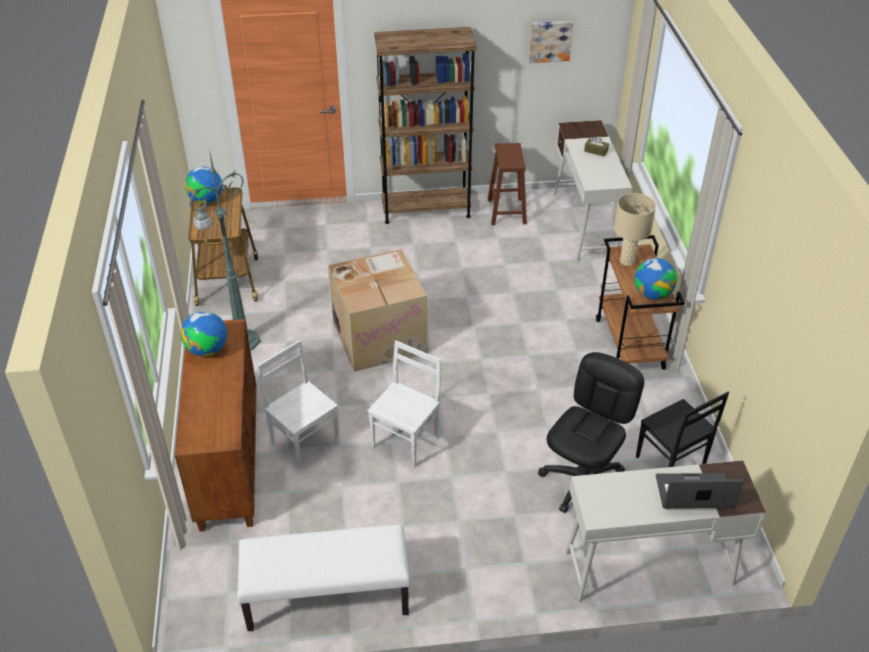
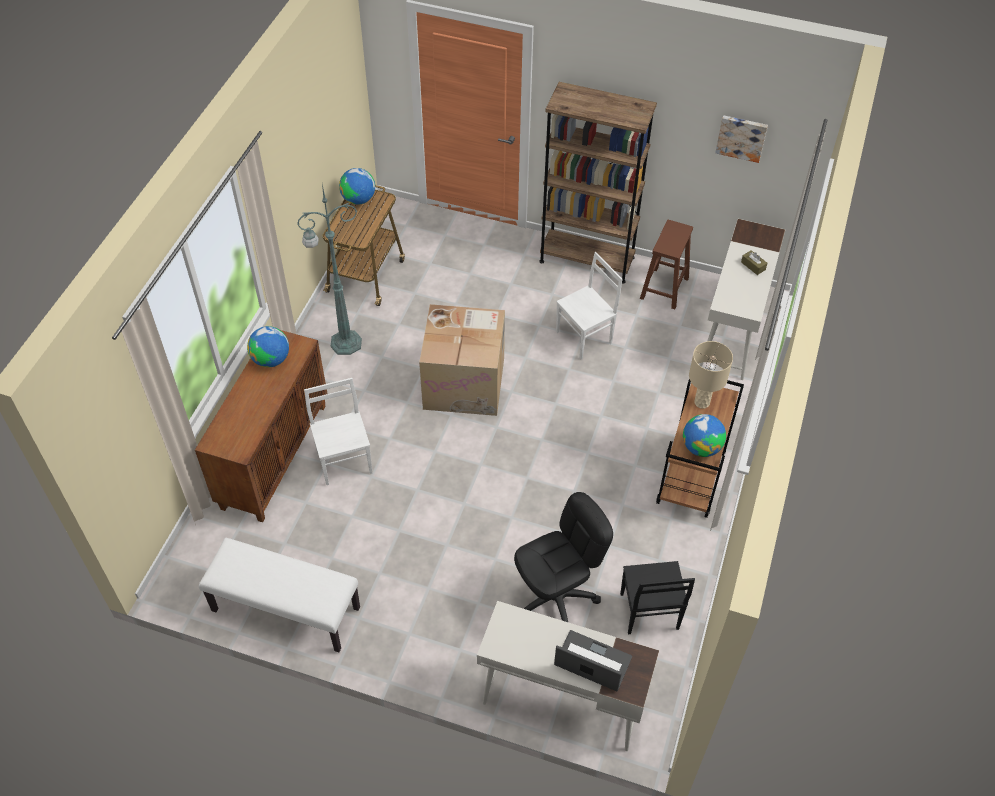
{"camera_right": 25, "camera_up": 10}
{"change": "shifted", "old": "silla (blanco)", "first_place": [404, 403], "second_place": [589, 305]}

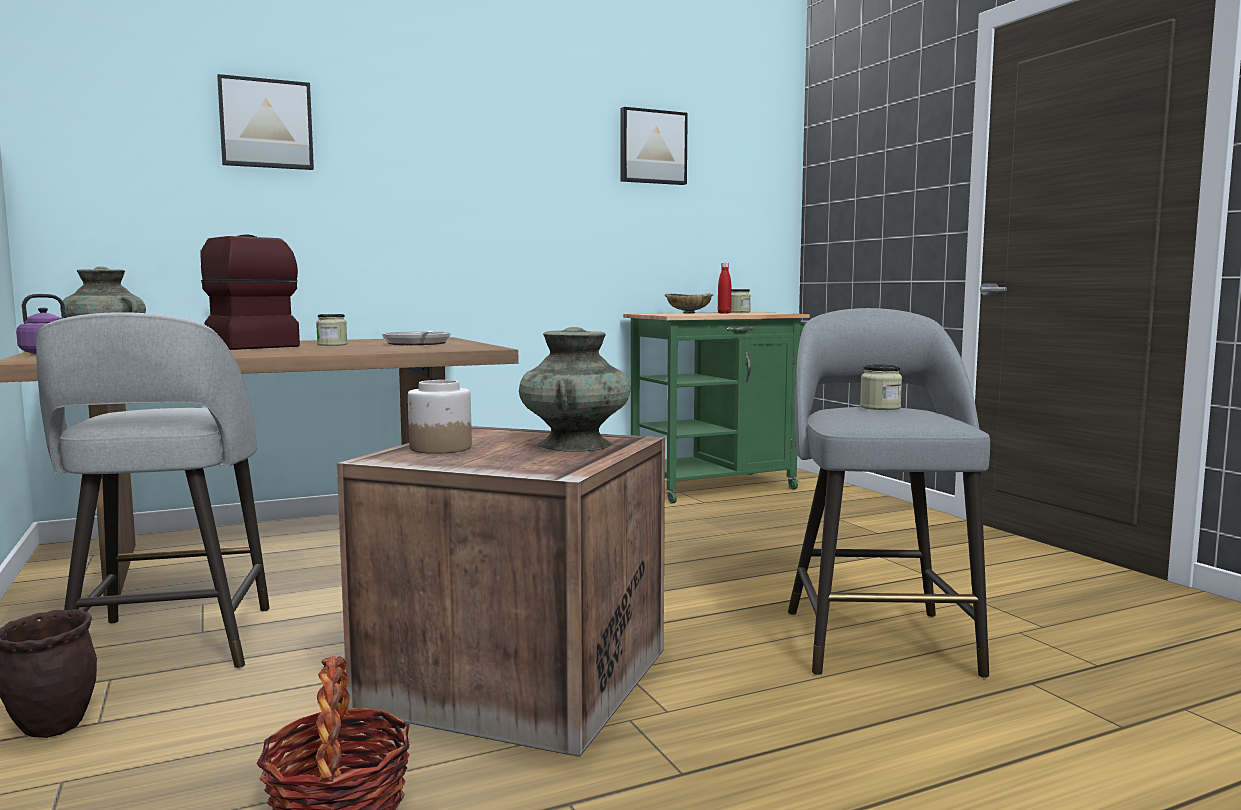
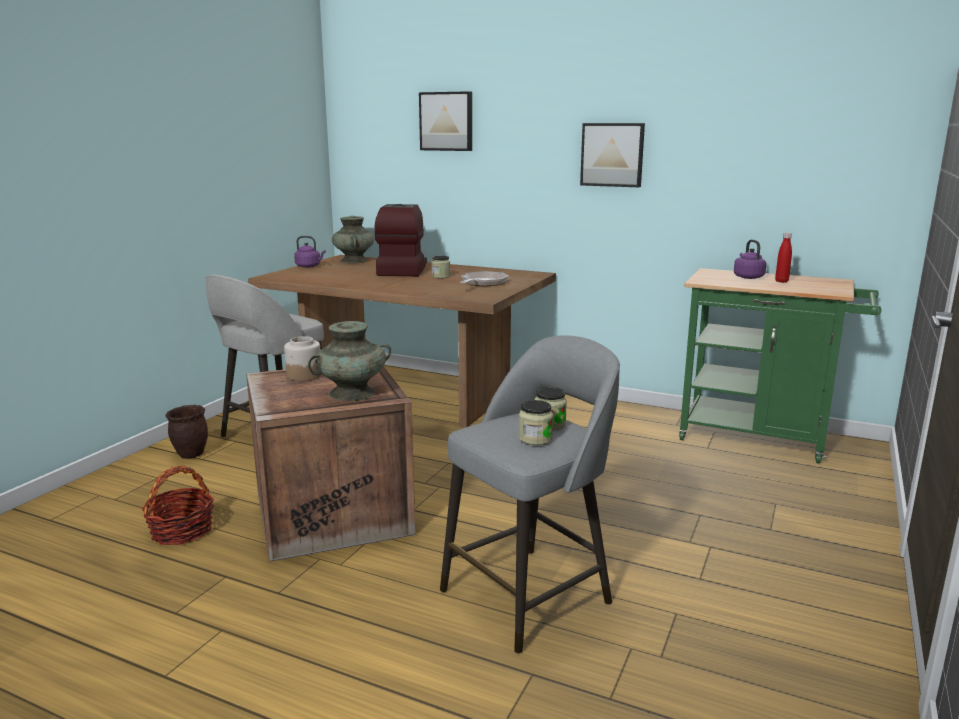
{"camera_right": 50, "camera_up": 10}
{"change": "shifted", "old": "cuadro", "first_place": [654, 146], "second_place": [612, 155]}
{"change": "shifted", "old": "tarro", "first_place": [741, 301], "second_place": [536, 422]}
{"change": "swapped", "old": "cuenco (beis)", "new": "hervidor (morado)", "first_place": [689, 303], "second_place": [750, 259]}

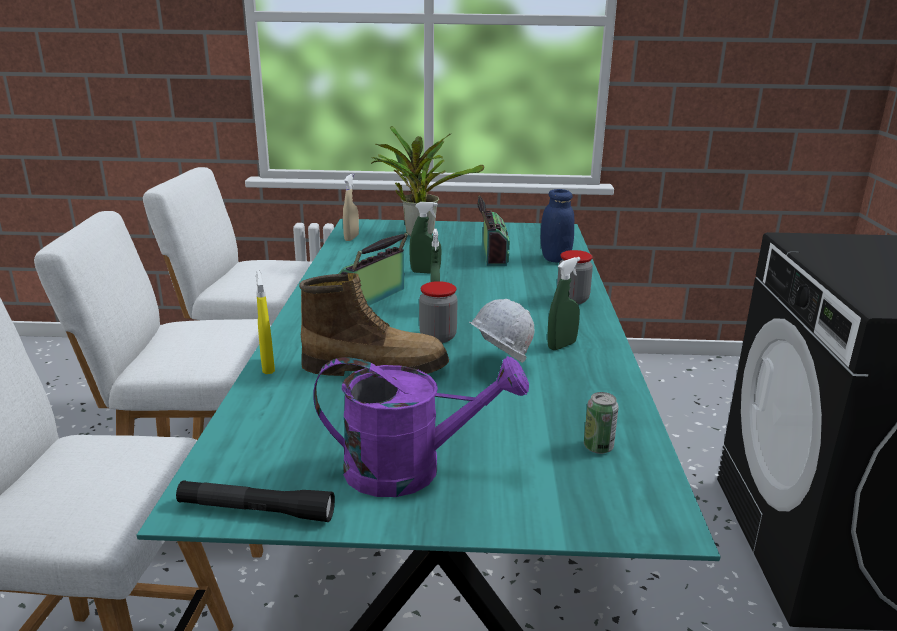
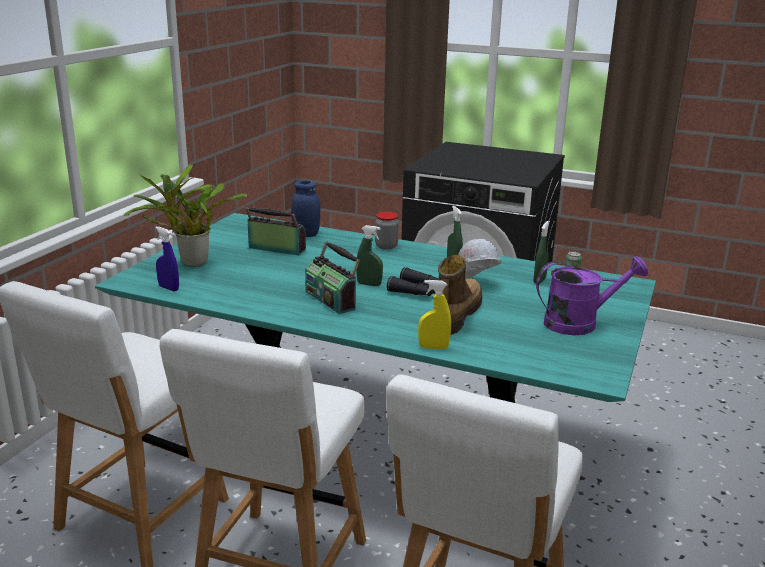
{"camera_right": -70, "camera_up": 0}
{"change": "repainted", "old": "pulverizador (beis)", "new": "pulverizador (azul)", "first_place": [351, 207], "second_place": [167, 258]}
{"change": "shifted", "old": "pulverizador (verde)", "first_place": [425, 238], "second_place": [542, 252]}
{"change": "swapped", "old": "tarro", "new": "prismáticos (negro)", "first_place": [438, 312], "second_place": [413, 281]}
{"change": "rotated", "old": "regadera (morado)", "first_place": [421, 426], "second_place": [592, 295], "degrees": 60}
{"change": "gone", "old": "linterna (negro)", "first_place": [255, 501]}

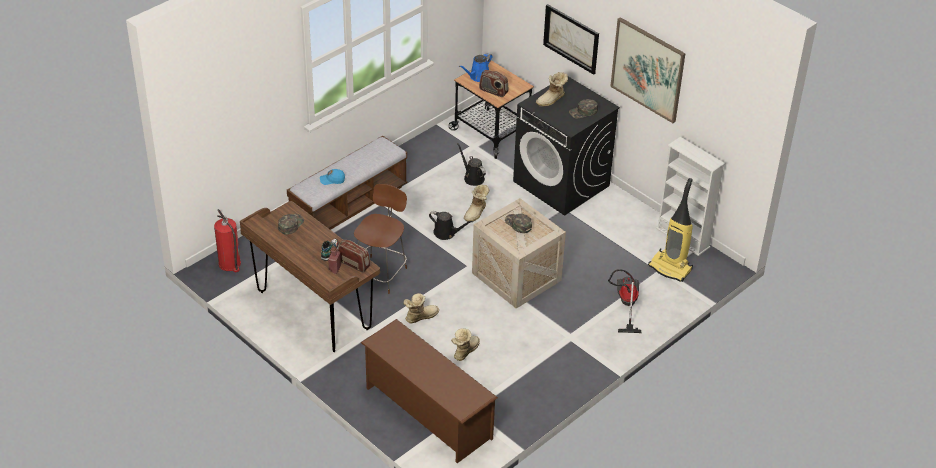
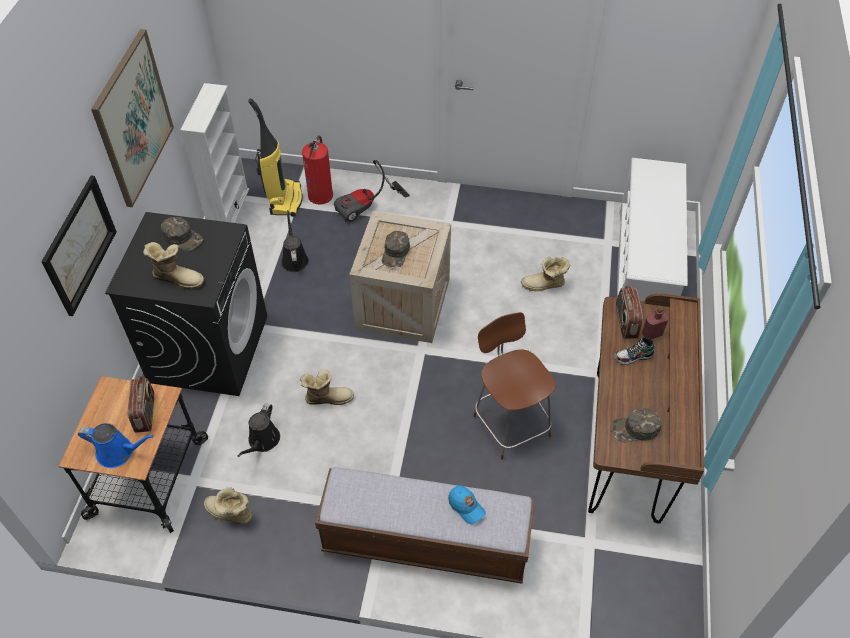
{"camera_right": -125, "camera_up": 10}
{"change": "rotated", "old": "silla (marrón)", "first_place": [380, 239], "second_place": [514, 386], "degrees": 75}
{"change": "shifted", "old": "extintor", "first_place": [227, 240], "second_place": [317, 169]}
{"change": "shifted", "old": "regadera (negro)", "first_place": [451, 225], "second_place": [295, 241]}
{"change": "shifted", "old": "bota", "first_place": [421, 308], "second_place": [228, 505]}
{"change": "repainted", "old": "zapatero (marrón)", "new": "zapatero (blanco)", "first_place": [429, 391], "second_place": [652, 229]}

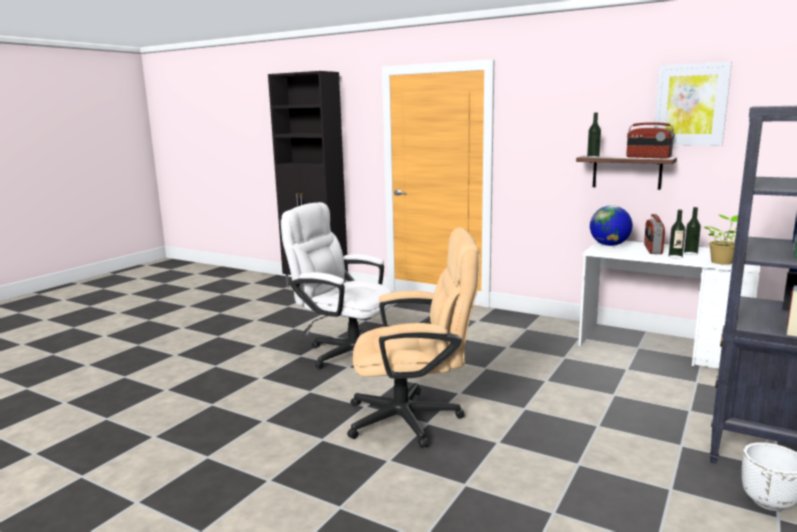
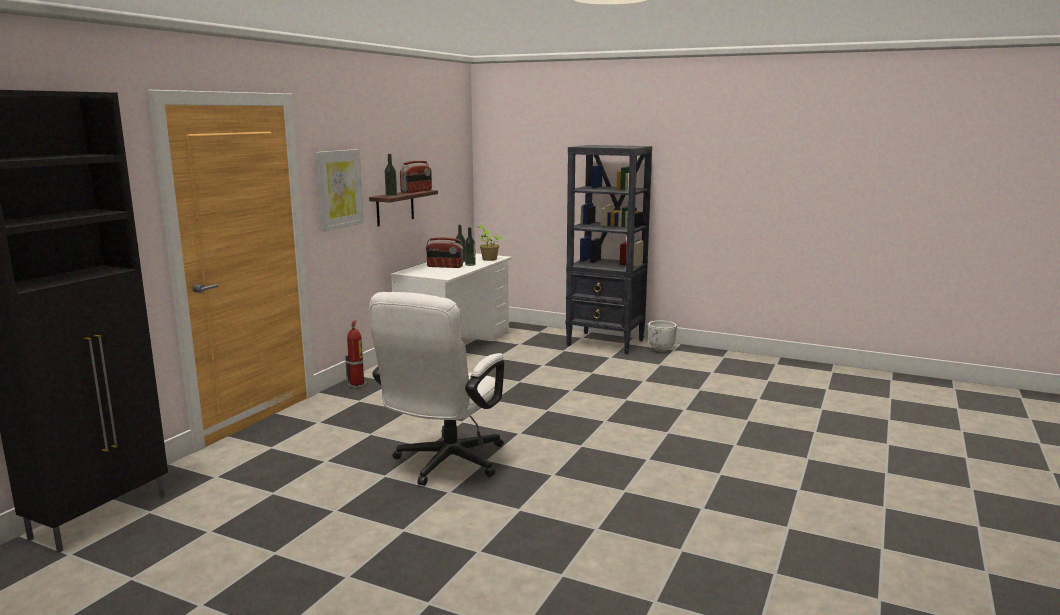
{"camera_right": -95, "camera_up": 0}
{"change": "shifted", "old": "cuadro", "first_place": [693, 104], "second_place": [340, 190]}
{"change": "gone", "old": "globo terráqueo", "first_place": [611, 225]}
{"change": "gone", "old": "silla de oficina (beis)", "first_place": [413, 338]}
{"change": "new", "new": "extintor", "second_place": [356, 354]}

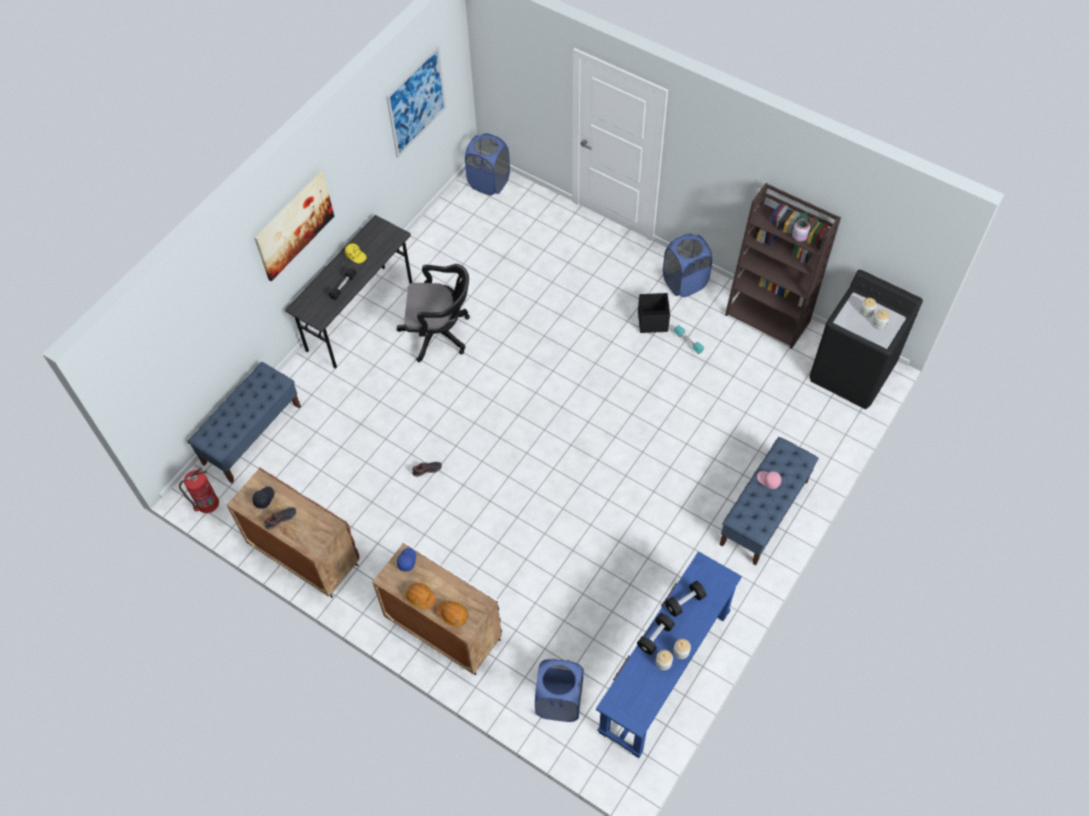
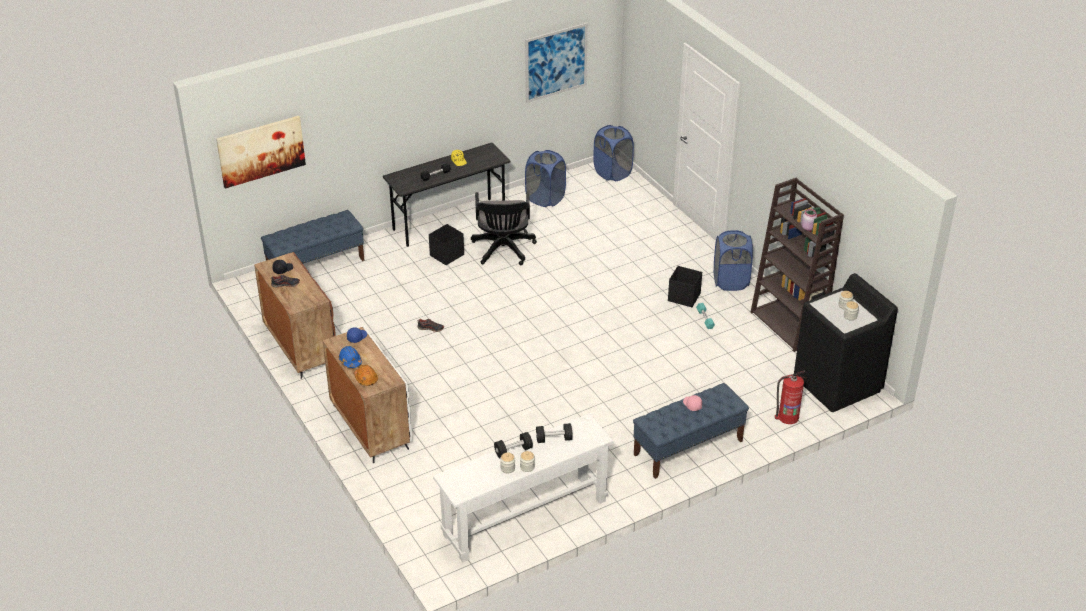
{"camera_right": 25, "camera_up": -20}
{"change": "shifted", "old": "cuadro", "first_place": [294, 226], "second_place": [261, 152]}
{"change": "rotated", "old": "silla de oficina (negro)", "first_place": [433, 313], "second_place": [504, 228], "degrees": 60}
{"change": "shifted", "old": "extintor", "first_place": [199, 490], "second_place": [791, 397]}
{"change": "repainted", "old": "mesa consola (azul)", "new": "mesa consola (blanco)", "first_place": [669, 654], "second_place": [523, 487]}
{"change": "repainted", "old": "casco (naranja)", "new": "casco (azul)", "first_place": [420, 596], "second_place": [350, 357]}
{"change": "shifted", "old": "cesto de la ropa (azul)", "first_place": [559, 690], "second_place": [545, 178]}
{"change": "new", "new": "caja de almacenaje (negro)", "second_place": [446, 244]}

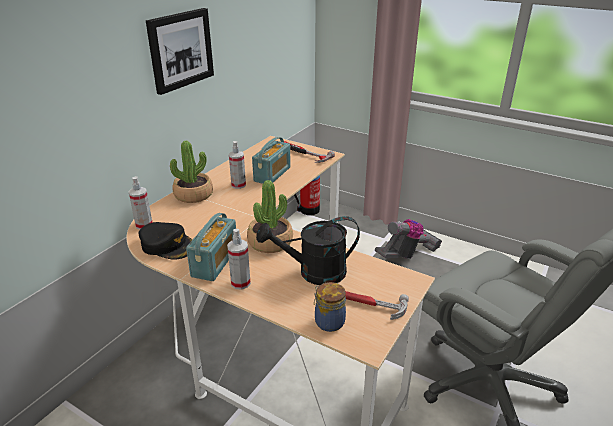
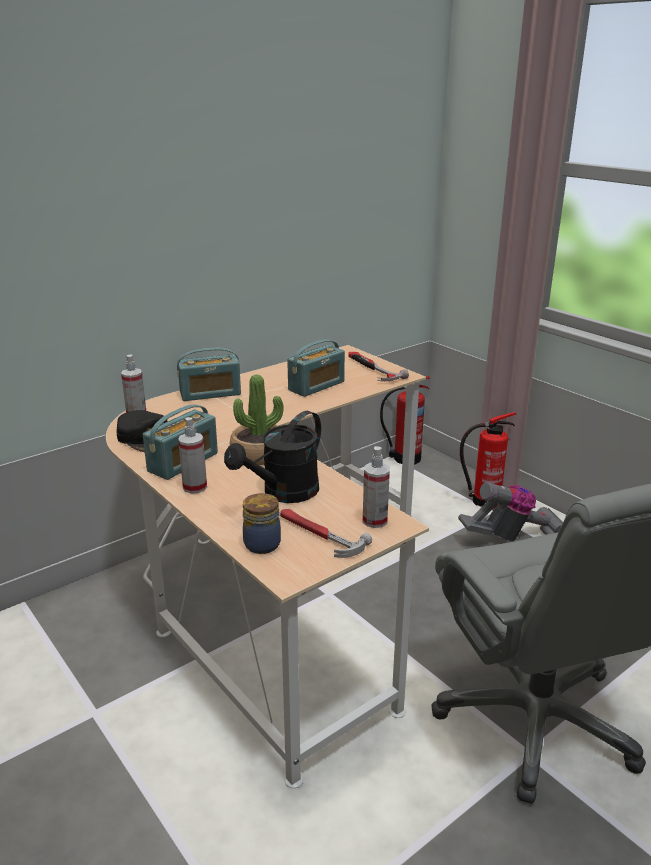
{"camera_right": 20, "camera_up": -5}
{"change": "gone", "old": "cuadro", "first_place": [180, 51]}
{"change": "swapped", "old": "planta en maceta", "new": "radio", "first_place": [191, 172], "second_place": [209, 374]}
{"change": "shifted", "old": "pulverizador", "first_place": [237, 165], "second_place": [376, 487]}
{"change": "rotated", "old": "regadera (negro)", "first_place": [308, 250], "second_place": [272, 457], "degrees": -60}
{"change": "new", "new": "extintor", "second_place": [488, 459]}

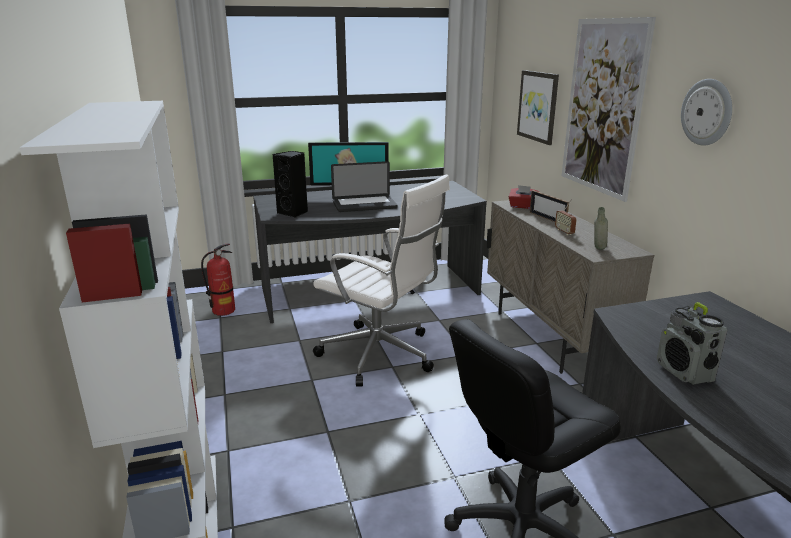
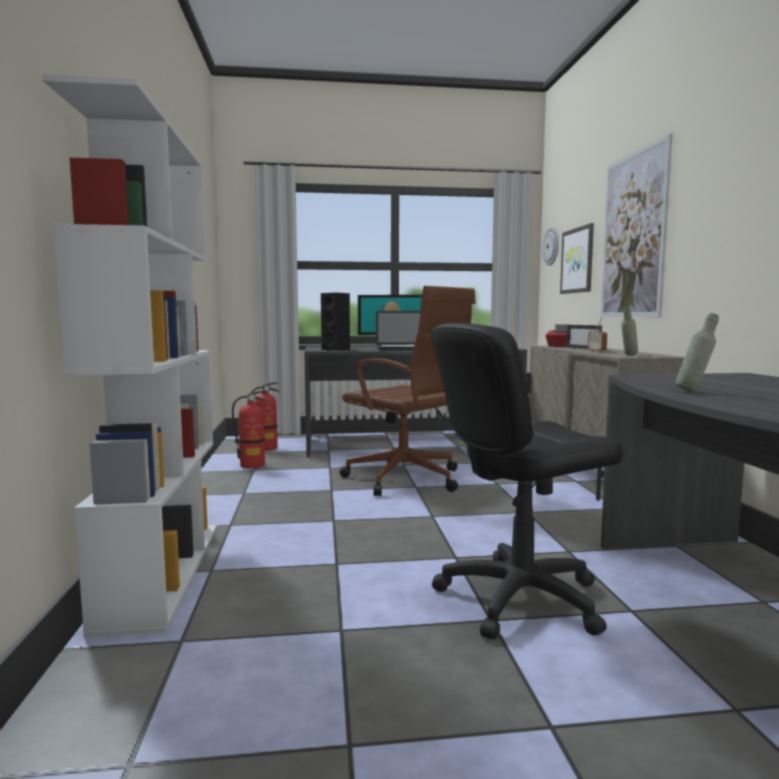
{"camera_right": 10, "camera_up": -15}
{"change": "shifted", "old": "reloj de pared", "first_place": [706, 112], "second_place": [551, 246]}
{"change": "repainted", "old": "silla de oficina (blanco)", "new": "silla de oficina (marrón)", "first_place": [381, 280], "second_place": [407, 391]}
{"change": "swapped", "old": "radio", "new": "botella (gris)", "first_place": [692, 343], "second_place": [697, 352]}
{"change": "new", "new": "extintor", "second_place": [250, 430]}

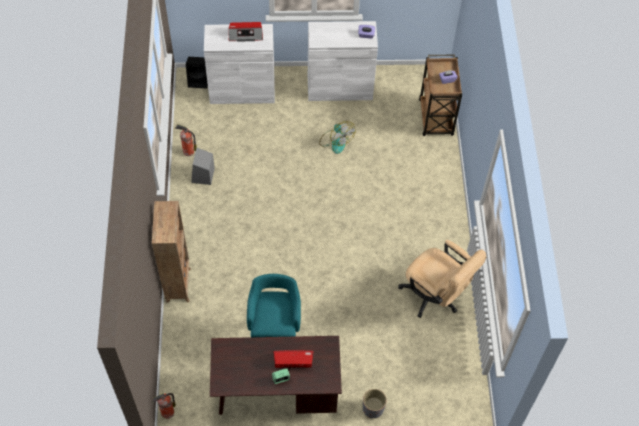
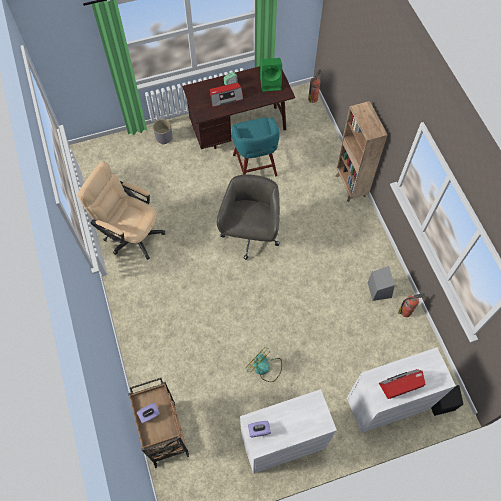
{"camera_right": 165, "camera_up": 5}
{"change": "new", "new": "altavoz (verde)", "second_place": [271, 75]}
{"change": "new", "new": "silla de oficina (gris)", "second_place": [248, 217]}

